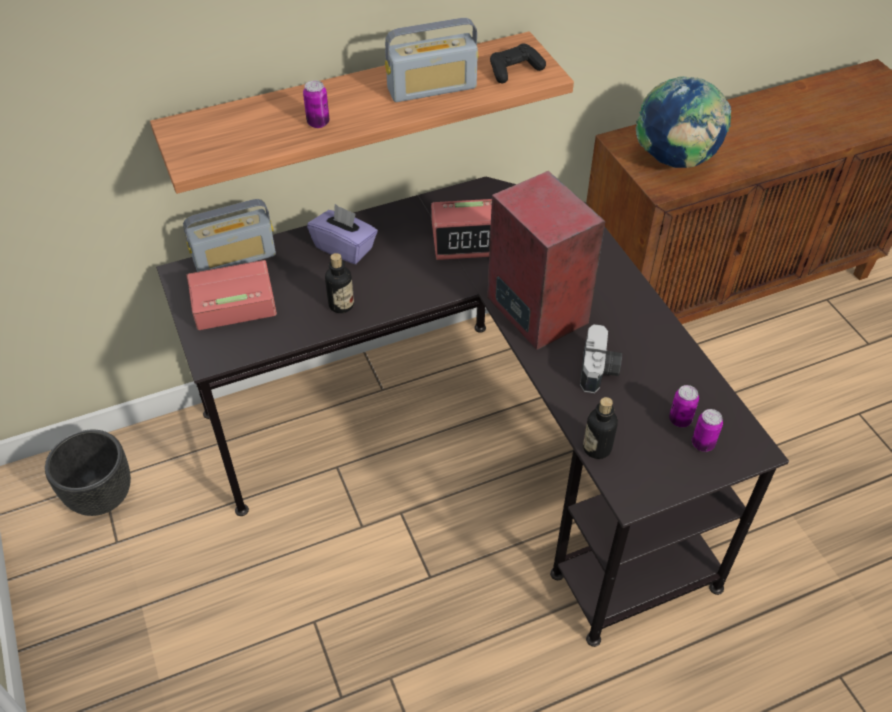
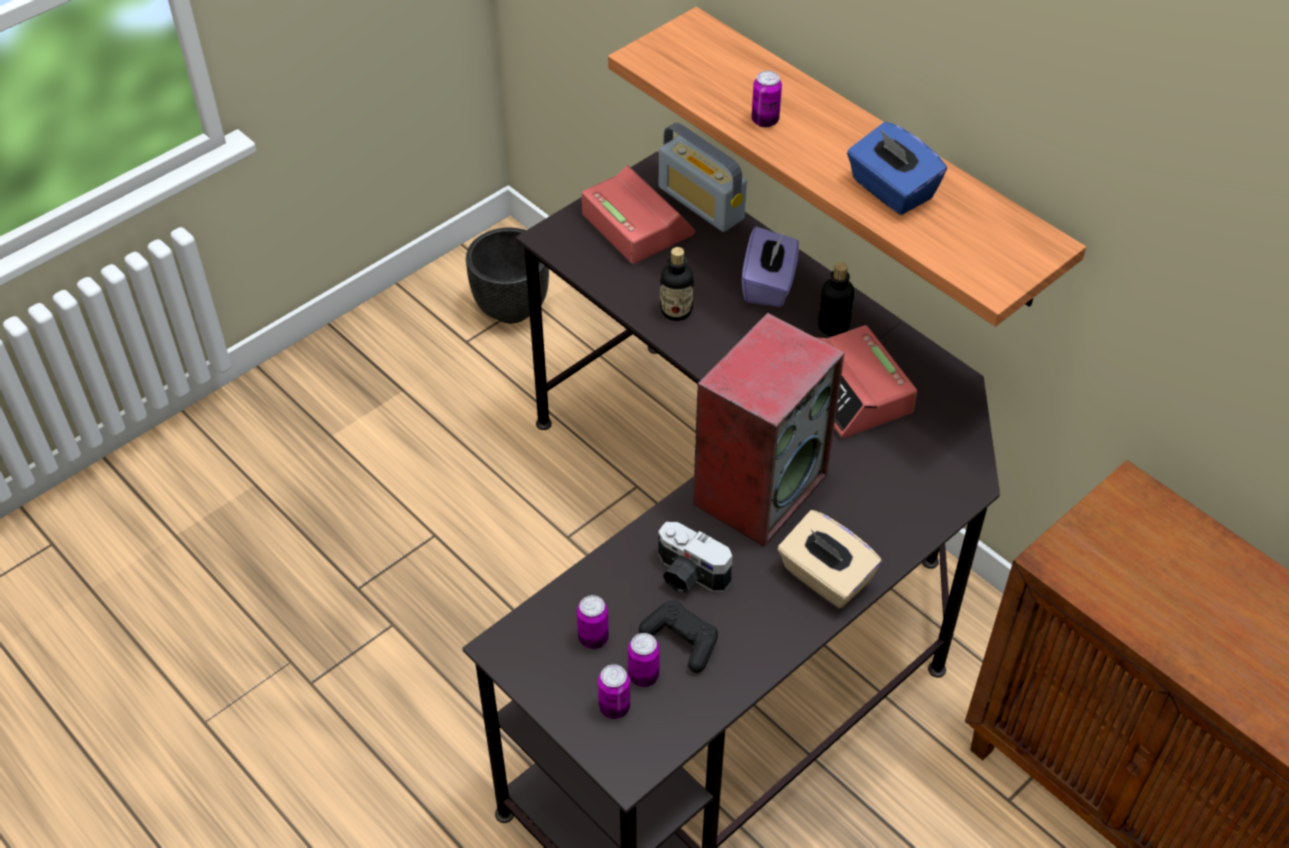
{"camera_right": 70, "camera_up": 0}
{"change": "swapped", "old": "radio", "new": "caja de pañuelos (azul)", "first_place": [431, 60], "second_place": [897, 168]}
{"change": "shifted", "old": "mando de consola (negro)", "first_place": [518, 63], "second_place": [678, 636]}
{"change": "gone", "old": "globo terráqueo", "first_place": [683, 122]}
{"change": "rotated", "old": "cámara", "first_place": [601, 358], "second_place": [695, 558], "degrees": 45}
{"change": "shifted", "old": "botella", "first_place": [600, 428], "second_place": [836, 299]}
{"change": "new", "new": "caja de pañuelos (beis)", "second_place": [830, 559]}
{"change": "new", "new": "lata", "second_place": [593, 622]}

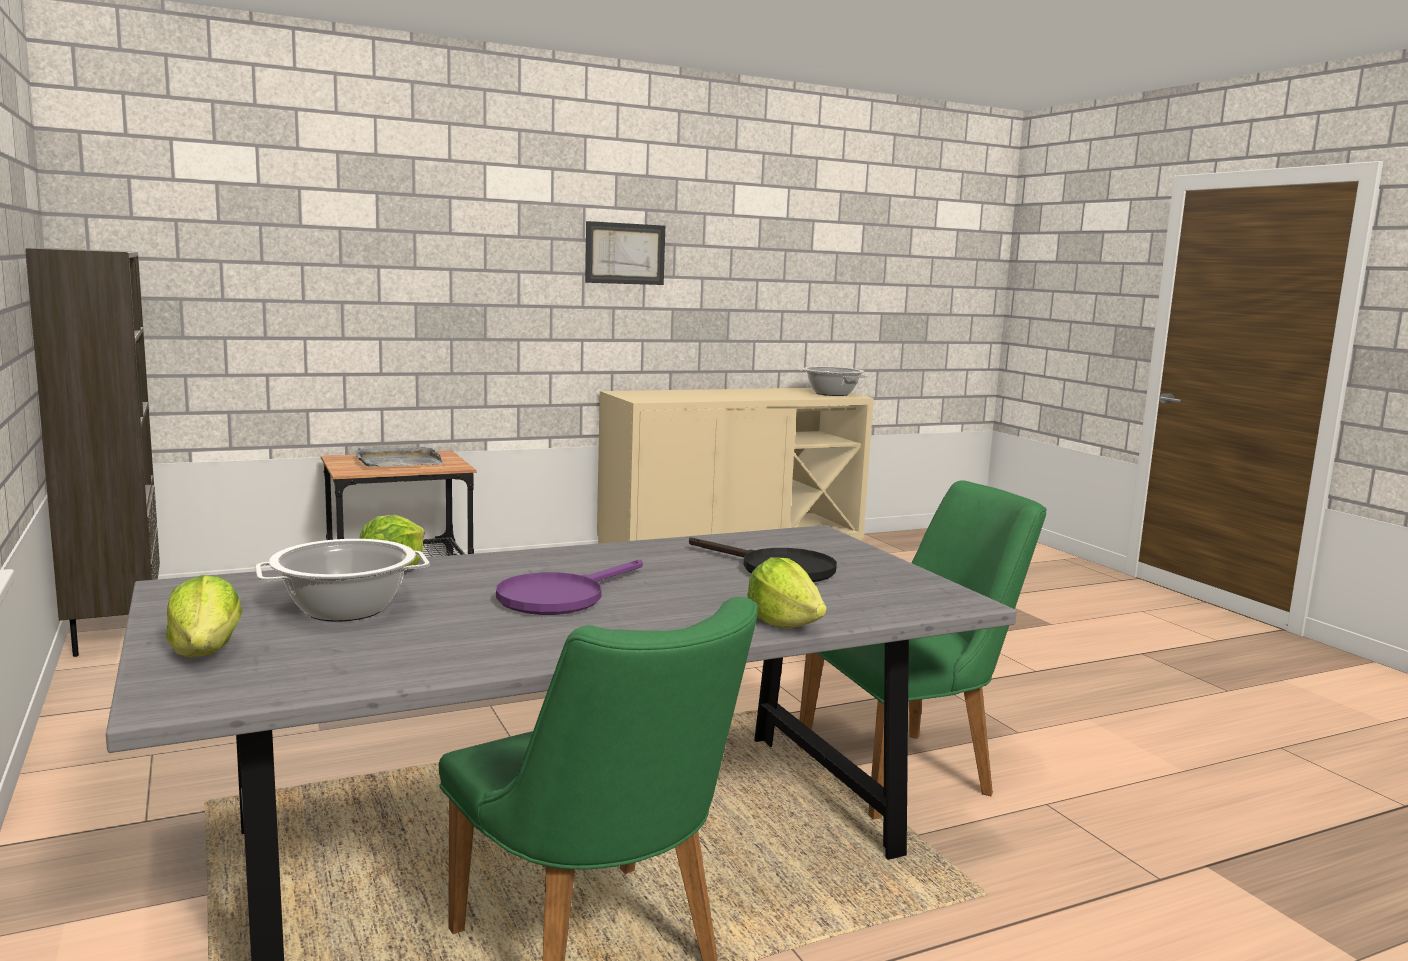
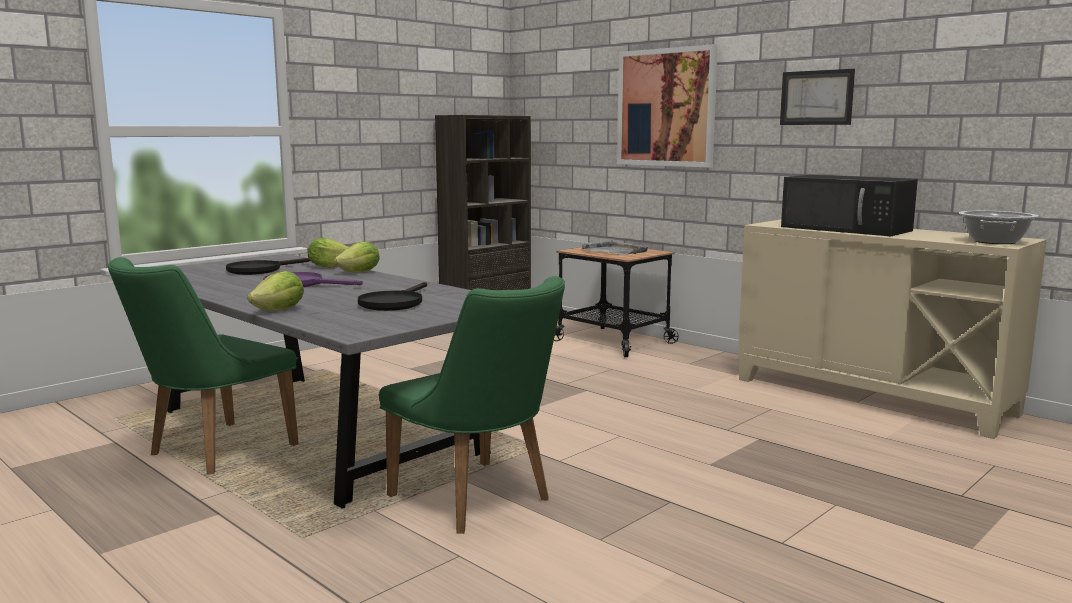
{"camera_right": 70, "camera_up": 0}
{"change": "swapped", "old": "olla", "new": "sartén (negro)", "first_place": [342, 580], "second_place": [268, 266]}
{"change": "shifted", "old": "lechuga", "first_place": [204, 616], "second_place": [357, 256]}
{"change": "new", "new": "cuadro", "second_place": [667, 106]}
{"change": "new", "new": "microondas (negro)", "second_place": [849, 205]}

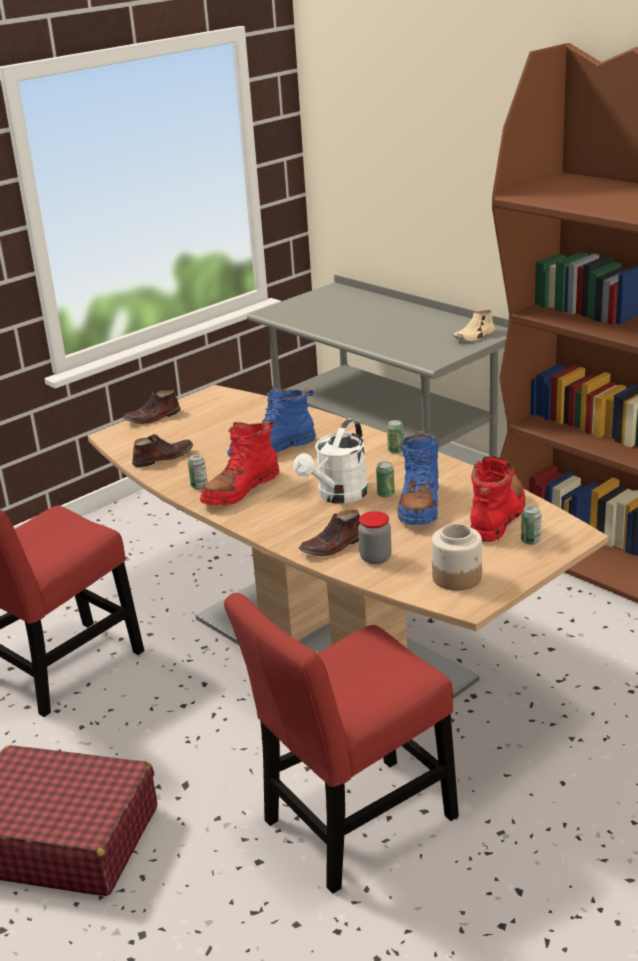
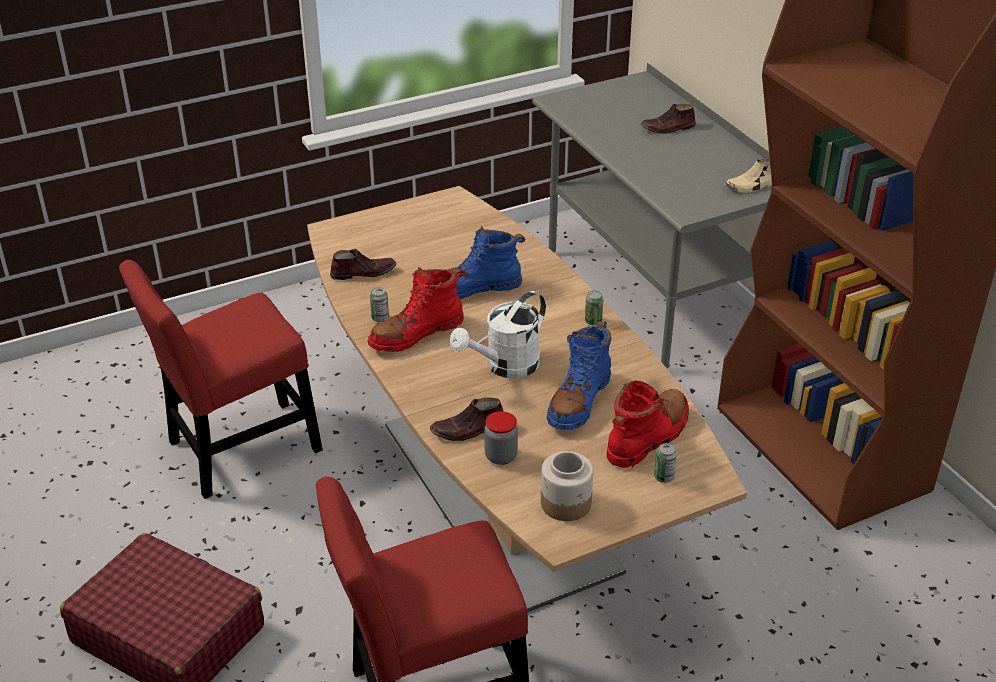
{"camera_right": 15, "camera_up": 10}
{"change": "shifted", "old": "zapato (marrón)", "first_place": [152, 407], "second_place": [668, 119]}
{"change": "gone", "old": "lata", "first_place": [385, 480]}

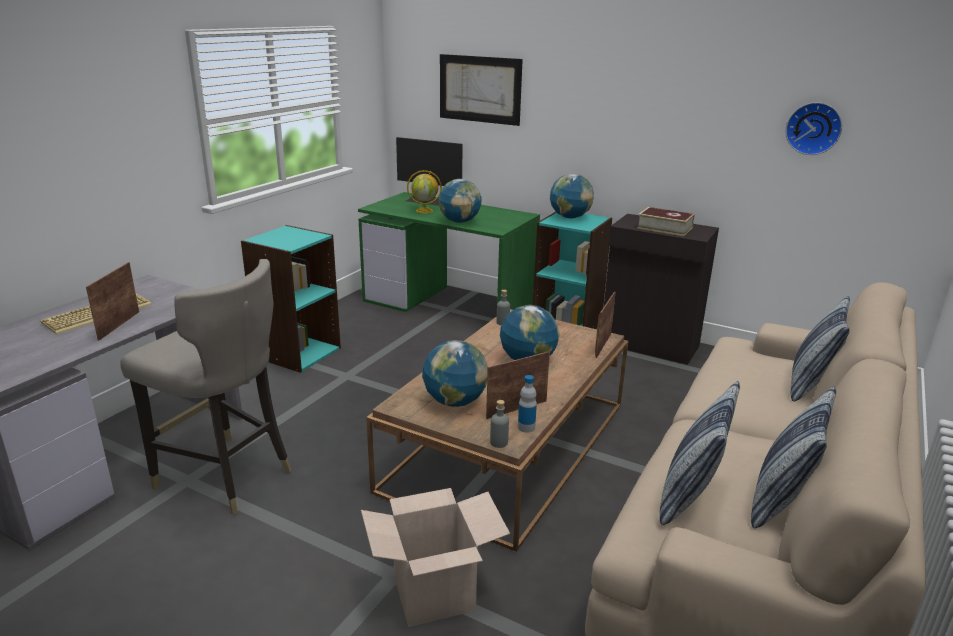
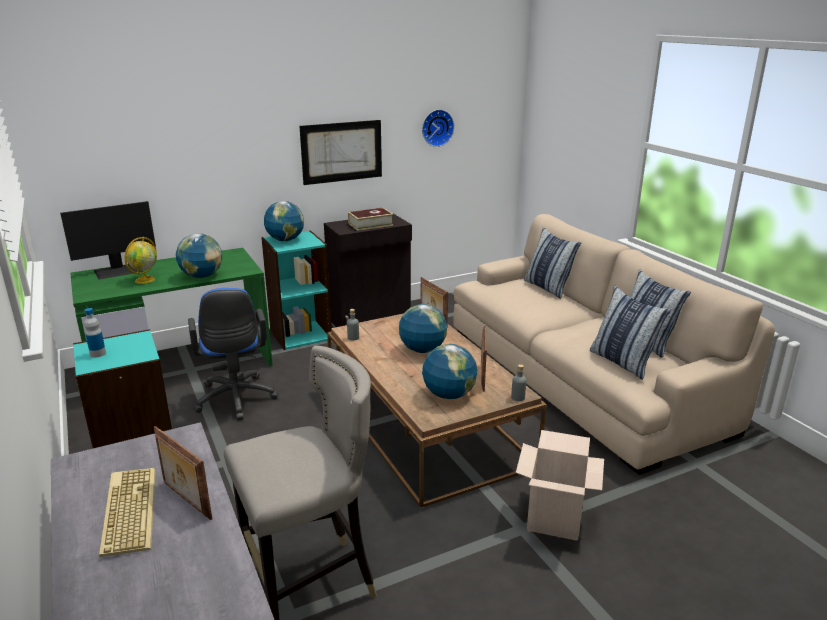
{"camera_right": -55, "camera_up": 0}
{"change": "shifted", "old": "cuadro", "first_place": [481, 90], "second_place": [340, 152]}
{"change": "shifted", "old": "botella", "first_place": [527, 404], "second_place": [95, 333]}
{"change": "new", "new": "silla de oficina (azul)", "second_place": [233, 354]}

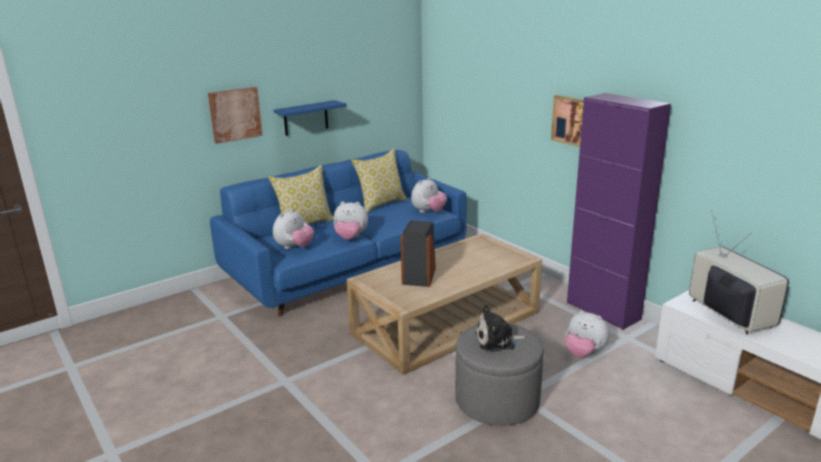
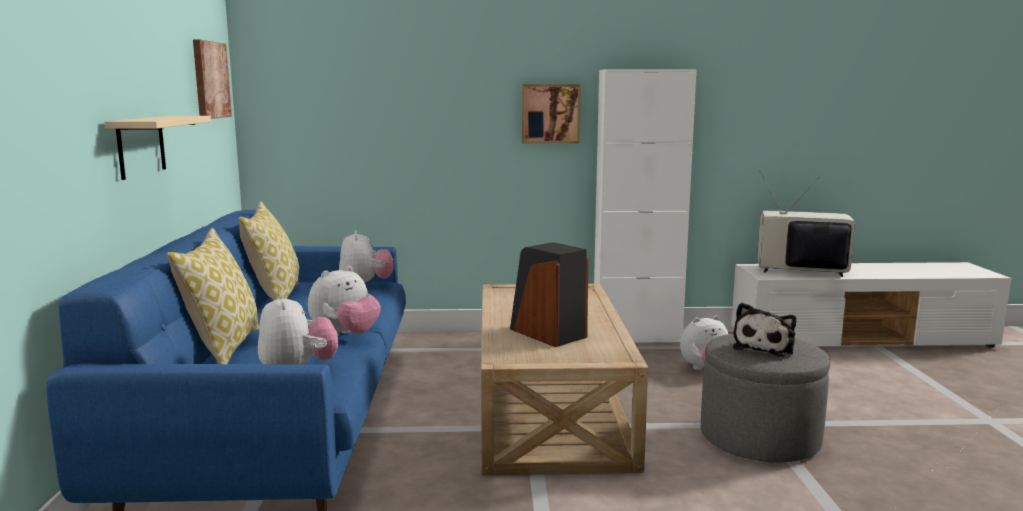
{"camera_right": -55, "camera_up": -10}
{"change": "shifted", "old": "cuadro", "first_place": [235, 115], "second_place": [212, 79]}
{"change": "repainted", "old": "armario (morado)", "new": "armario (blanco)", "first_place": [619, 211], "second_place": [645, 206]}
{"change": "repainted", "old": "estante (azul)", "new": "estante (beis)", "first_place": [310, 118], "second_place": [157, 148]}

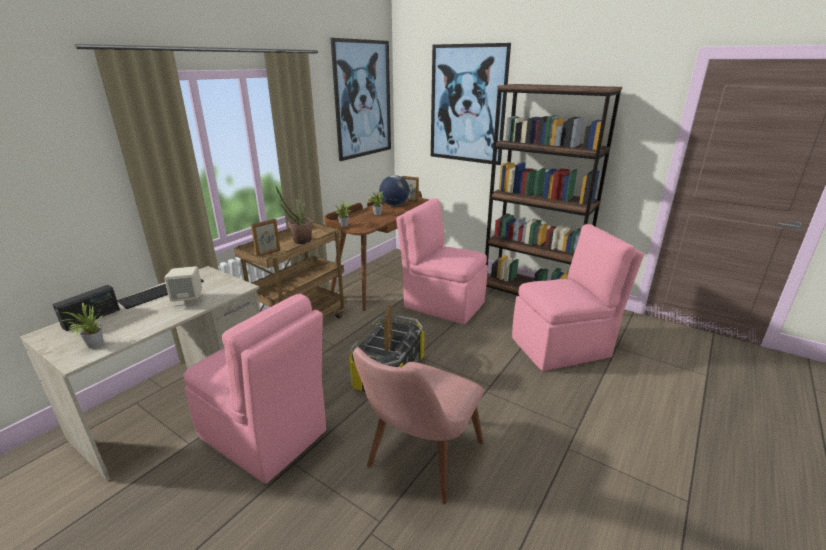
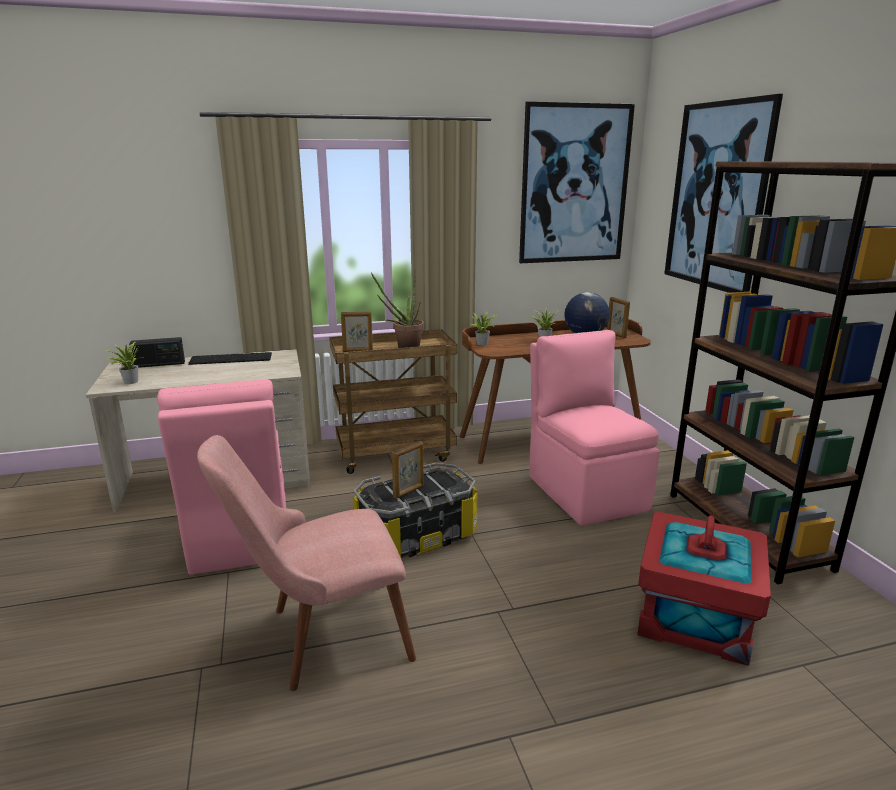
{"camera_right": 40, "camera_up": -5}
{"change": "swapped", "old": "silla (rosa)", "new": "caja de almacenaje (rojo)", "first_place": [578, 297], "second_place": [704, 589]}
{"change": "gone", "old": "altavoz (beis)", "first_place": [183, 286]}

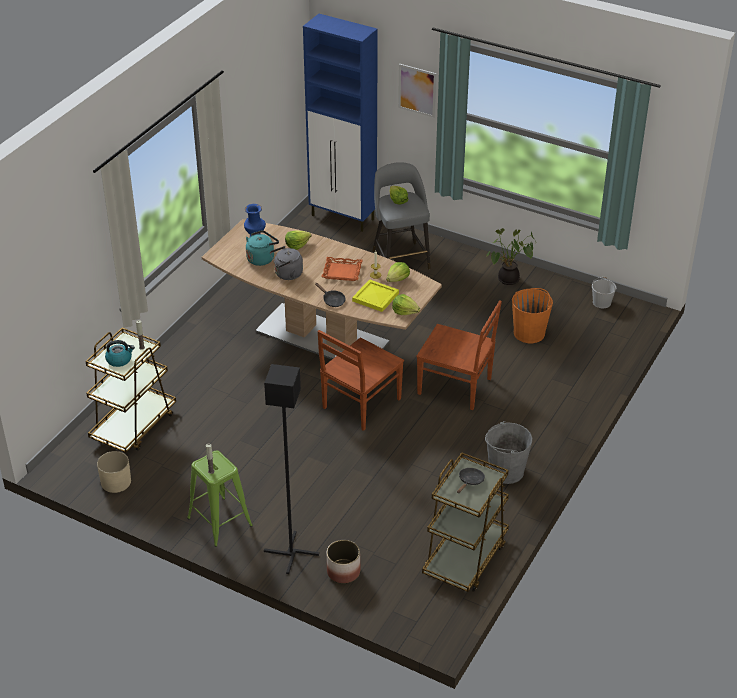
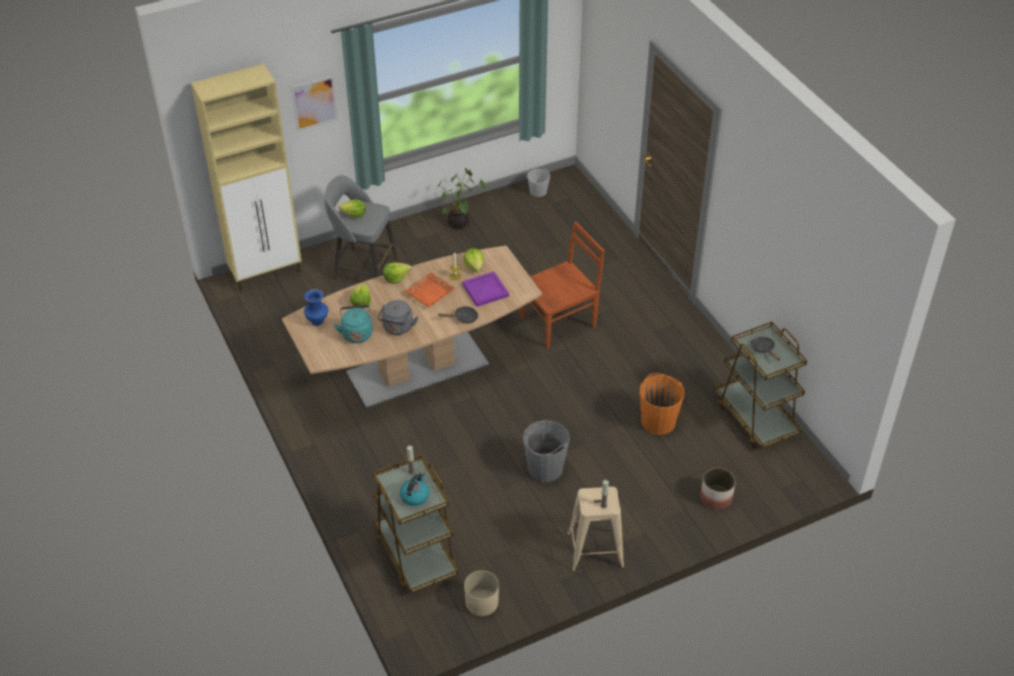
{"camera_right": -55, "camera_up": 5}
{"change": "repainted", "old": "armario (azul)", "new": "armario (beis)", "first_place": [340, 123], "second_place": [246, 177]}
{"change": "repainted", "old": "bandeja (amarillo)", "new": "bandeja (morado)", "first_place": [375, 295], "second_place": [485, 289]}
{"change": "shifted", "old": "cubo (naranja)", "first_place": [532, 315], "second_place": [662, 404]}
{"change": "shifted", "old": "lechuga", "first_place": [406, 304], "second_place": [397, 273]}
{"change": "gone", "old": "silla (marrón)", "first_place": [361, 380]}
{"change": "gone", "old": "lámpara de pie (negro)", "first_place": [291, 469]}
{"change": "shifted", "old": "cubo (gris)", "first_place": [508, 452], "second_place": [546, 451]}
{"change": "repainted", "old": "taburete (verde)", "new": "taburete (beis)", "first_place": [220, 498], "second_place": [595, 529]}

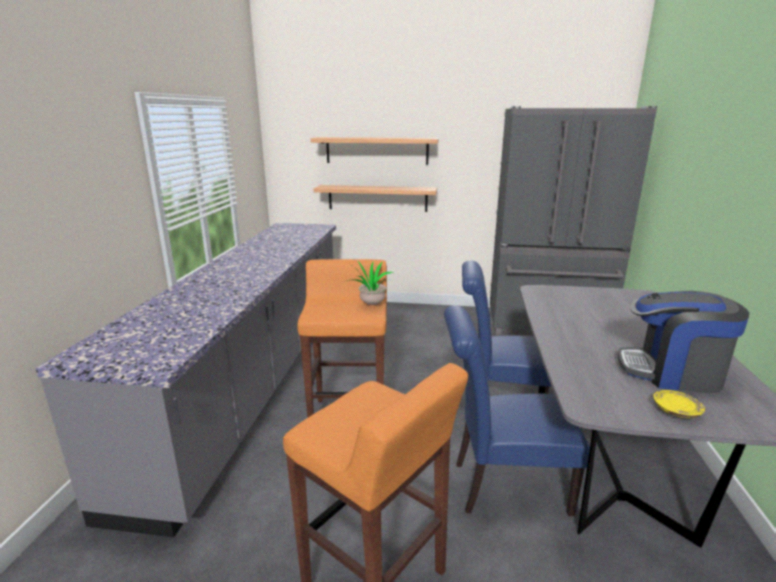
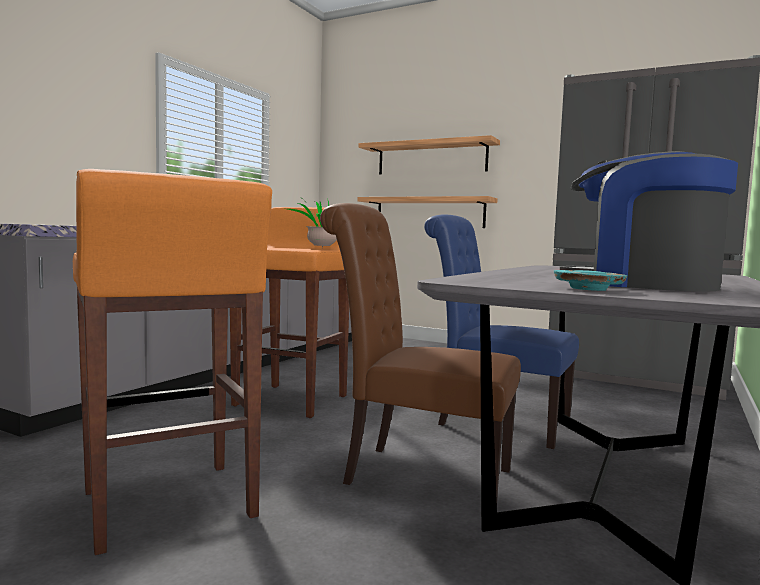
{"camera_right": 20, "camera_up": -15}
{"change": "repainted", "old": "silla (azul)", "new": "silla (marrón)", "first_place": [517, 410], "second_place": [420, 351]}
{"change": "repainted", "old": "plato (amarillo)", "new": "plato (turquesa)", "first_place": [679, 404], "second_place": [590, 280]}

